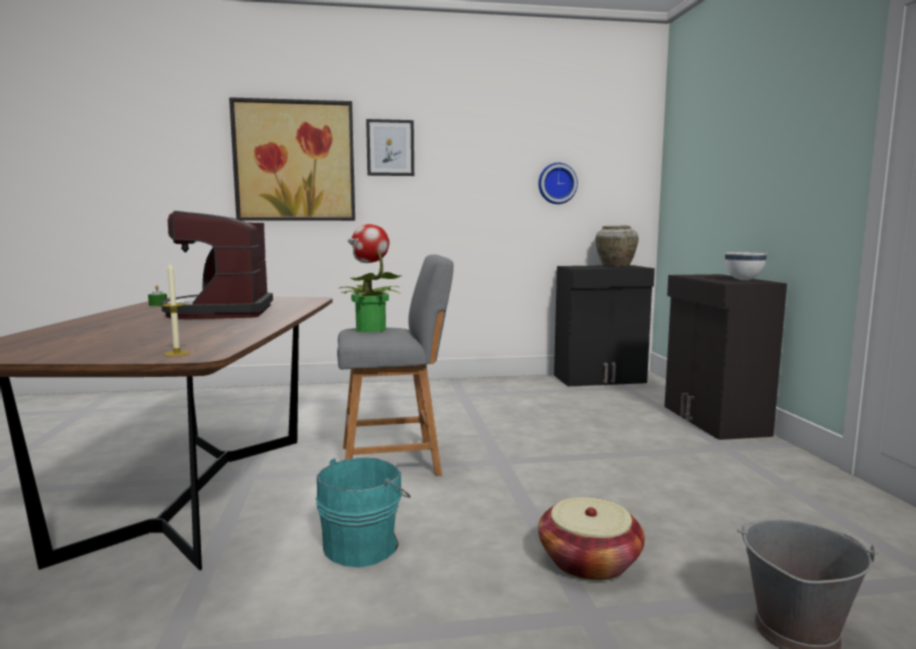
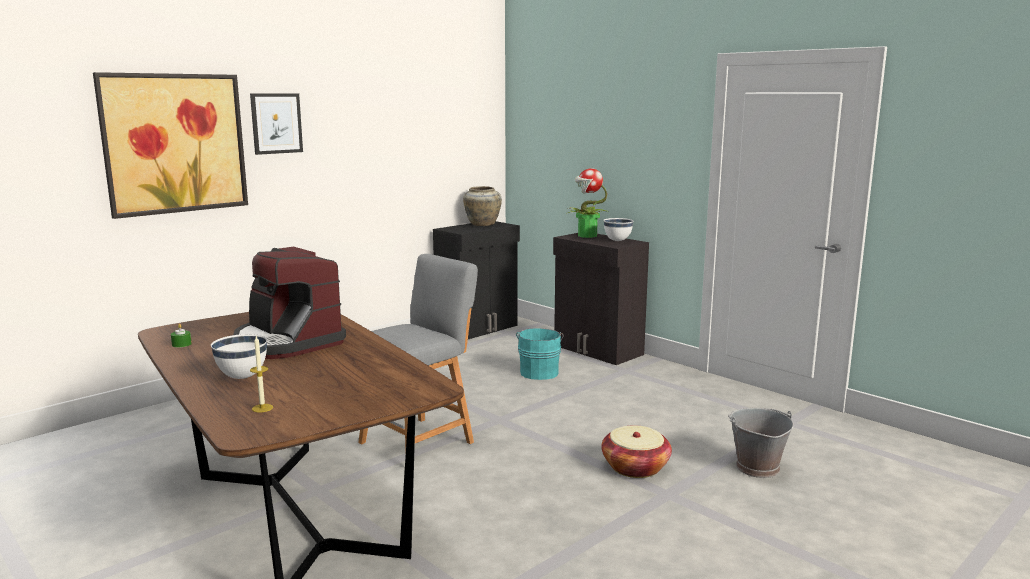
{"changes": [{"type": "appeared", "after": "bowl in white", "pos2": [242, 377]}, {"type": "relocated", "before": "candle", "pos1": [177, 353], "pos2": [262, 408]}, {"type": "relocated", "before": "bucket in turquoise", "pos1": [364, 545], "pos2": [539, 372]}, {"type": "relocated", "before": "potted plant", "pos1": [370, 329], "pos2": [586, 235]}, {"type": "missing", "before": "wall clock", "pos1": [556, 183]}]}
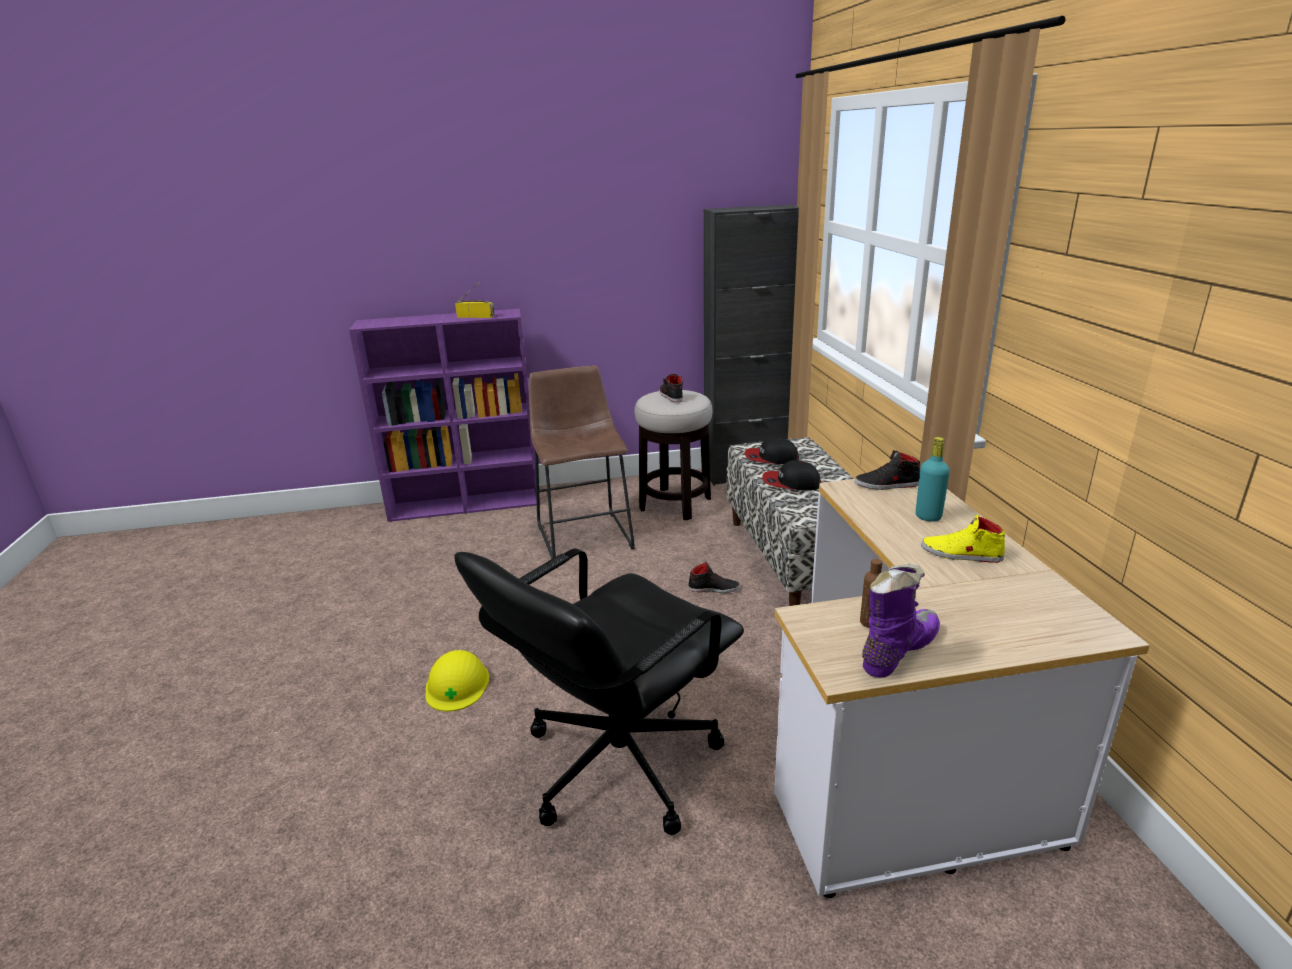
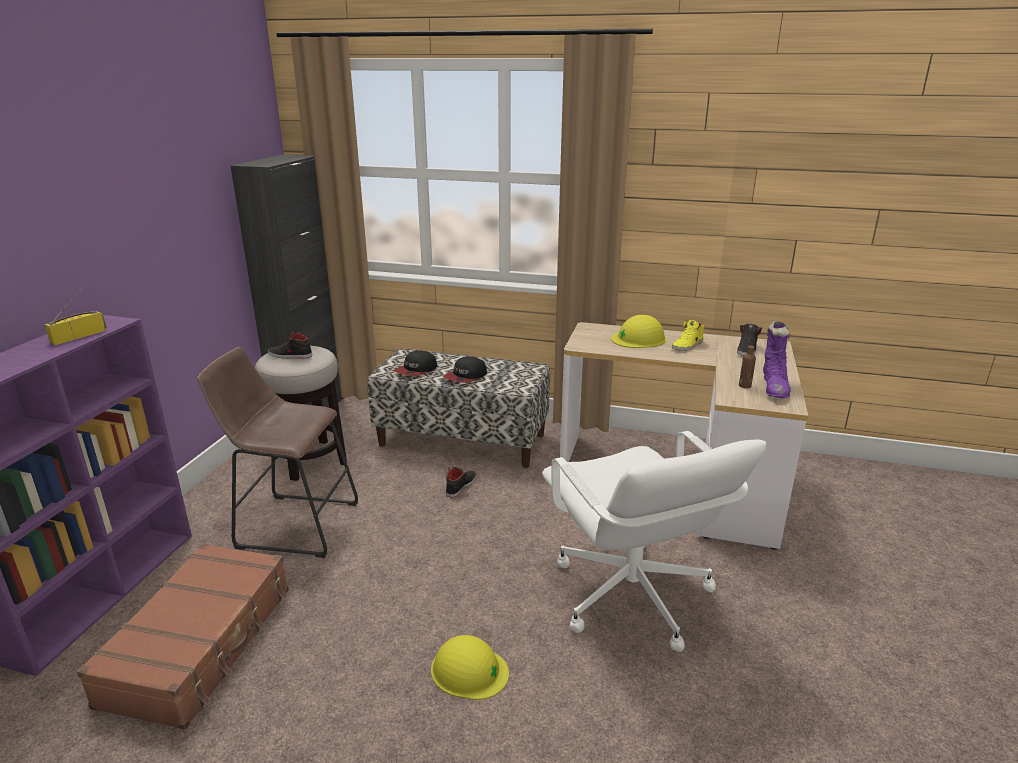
{"changes": [{"type": "appeared", "after": "suitcase in brown", "pos2": [201, 644]}, {"type": "colour", "before": "office chair in black", "after": "office chair in white", "pos1": [617, 762], "pos2": [631, 596]}, {"type": "exchanged", "before": "bottle in turquoise", "after": "hard hat in yellow", "pos1": [928, 517], "pos2": [639, 339]}, {"type": "relocated", "before": "shoe in black", "pos1": [887, 484], "pos2": [747, 350]}, {"type": "spun", "before": "boot in purple", "pos1": [897, 650], "pos2": [774, 388], "turn": -150}]}
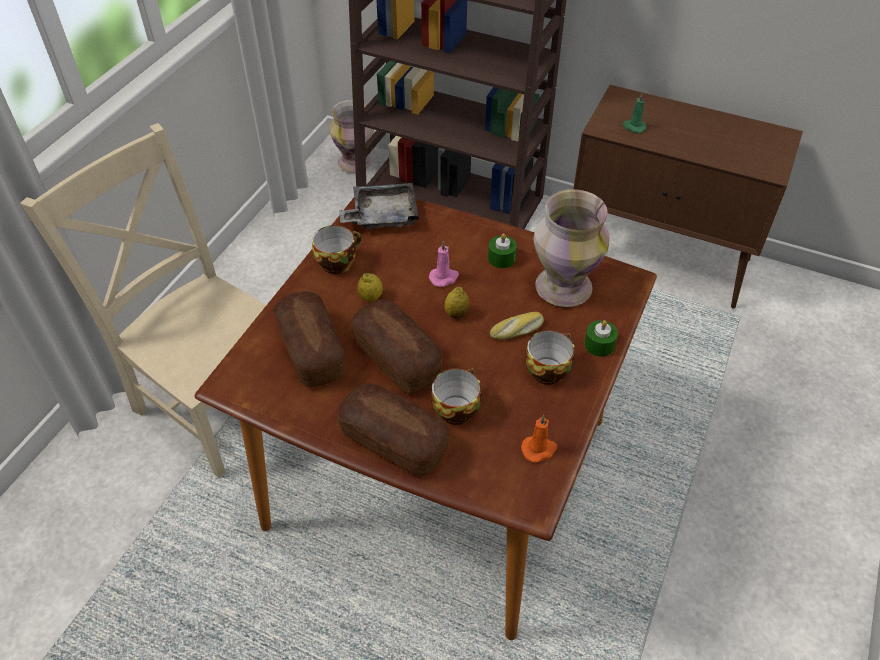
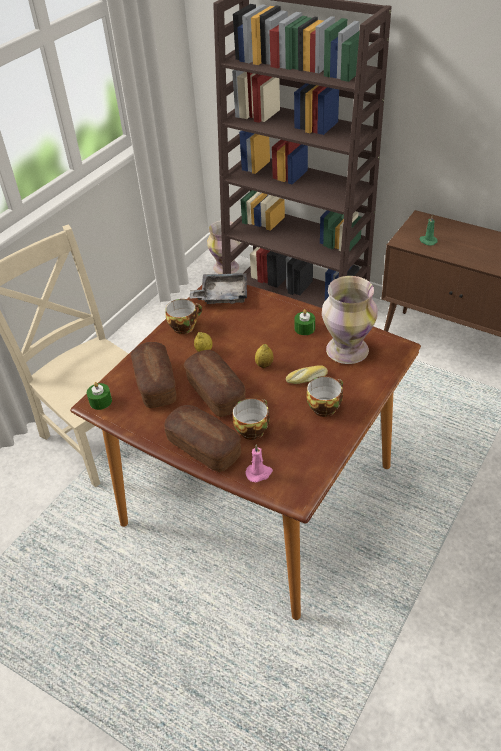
{"changes": [{"type": "relocated", "before": "candle in green", "pos1": [599, 344], "pos2": [100, 401]}, {"type": "relocated", "before": "candle in pink", "pos1": [444, 277], "pos2": [259, 473]}, {"type": "missing", "before": "candle in orange", "pos1": [539, 449]}]}
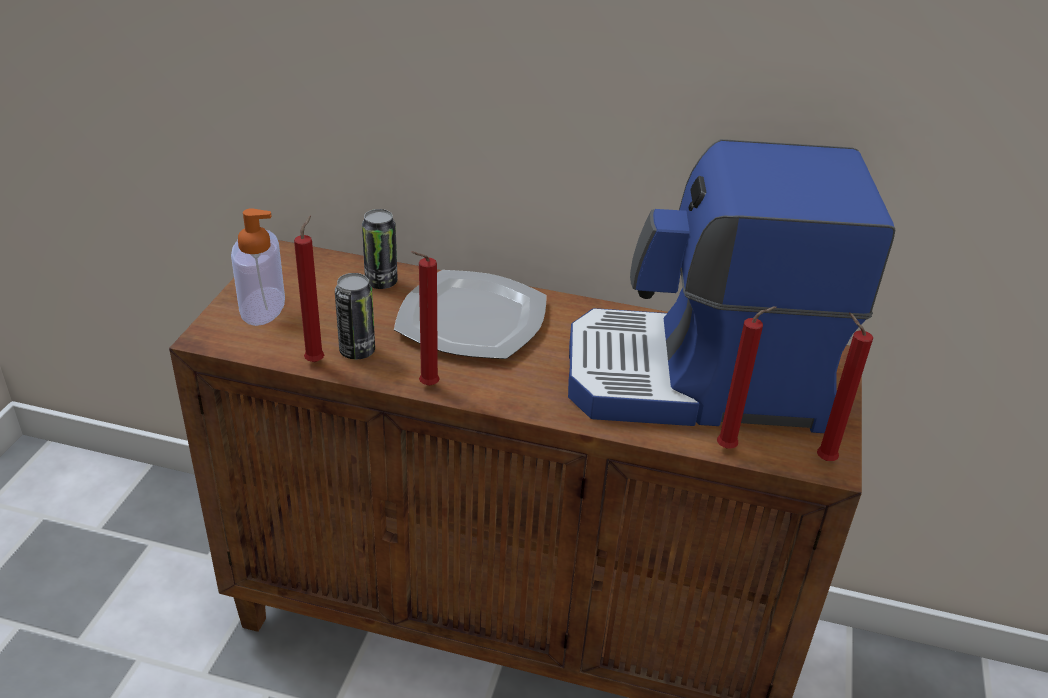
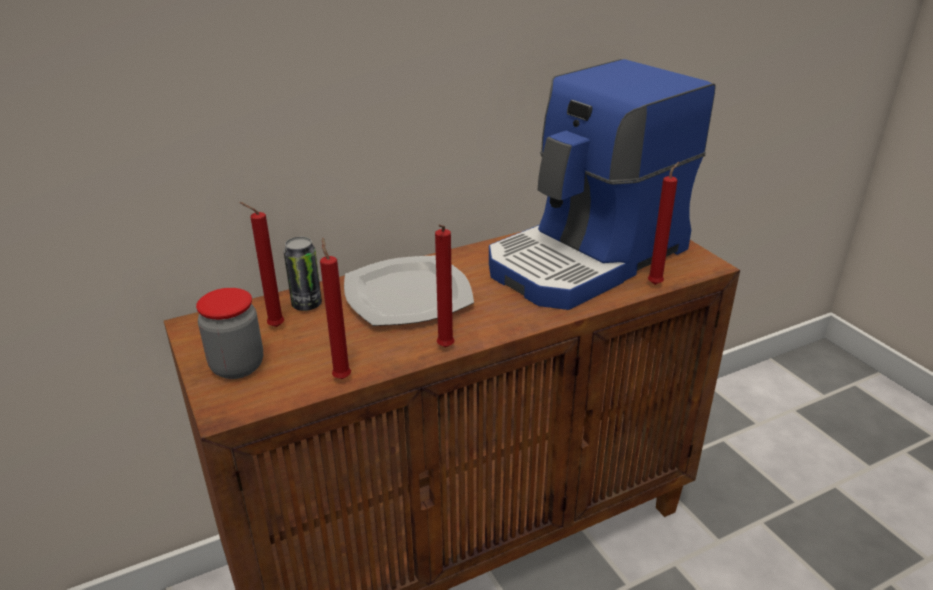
{"changes": [{"type": "exchanged", "before": "soap dispenser", "after": "jar", "pos1": [262, 306], "pos2": [237, 366]}, {"type": "relocated", "before": "candle in red", "pos1": [822, 458], "pos2": [273, 326]}, {"type": "missing", "before": "can", "pos1": [357, 351]}]}
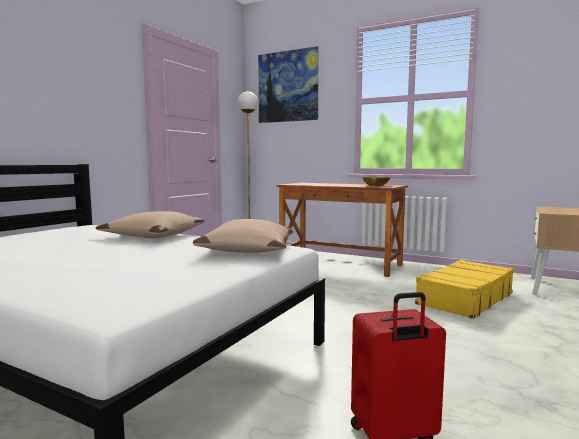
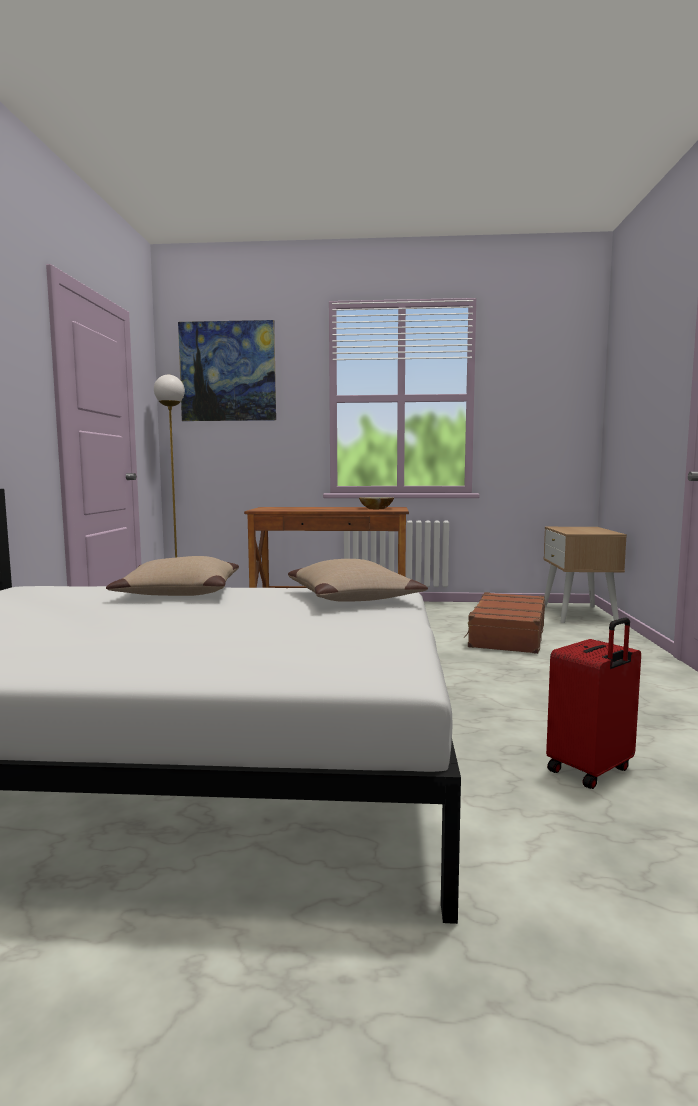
{"changes": [{"type": "colour", "before": "suitcase in yellow", "after": "suitcase in brown", "pos1": [464, 299], "pos2": [507, 635]}]}
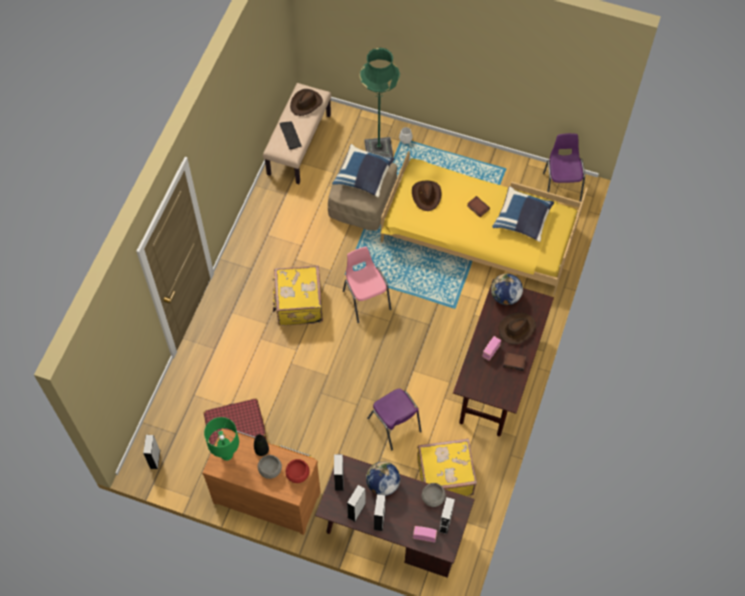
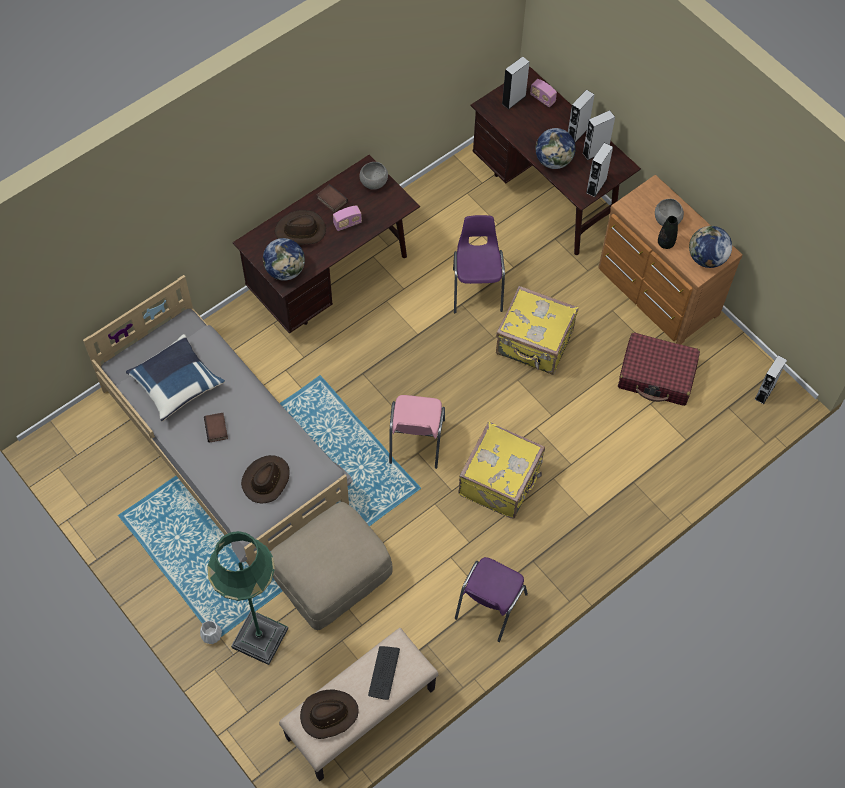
{"changes": [{"type": "colour", "before": "bed in yellow", "after": "bed in grey", "pos1": [477, 235], "pos2": [225, 447]}, {"type": "relocated", "before": "bowl in grey", "pos1": [433, 498], "pos2": [373, 182]}, {"type": "relocated", "before": "chair in purple", "pos1": [561, 187], "pos2": [489, 607]}, {"type": "relocated", "before": "suitcase in yellow", "pos1": [444, 475], "pos2": [534, 344]}, {"type": "exchanged", "before": "table lamp in green", "after": "globe", "pos1": [226, 454], "pos2": [706, 258]}, {"type": "missing", "before": "bowl in red", "pos1": [298, 474]}, {"type": "missing", "before": "pillow in blue", "pos1": [364, 177]}]}
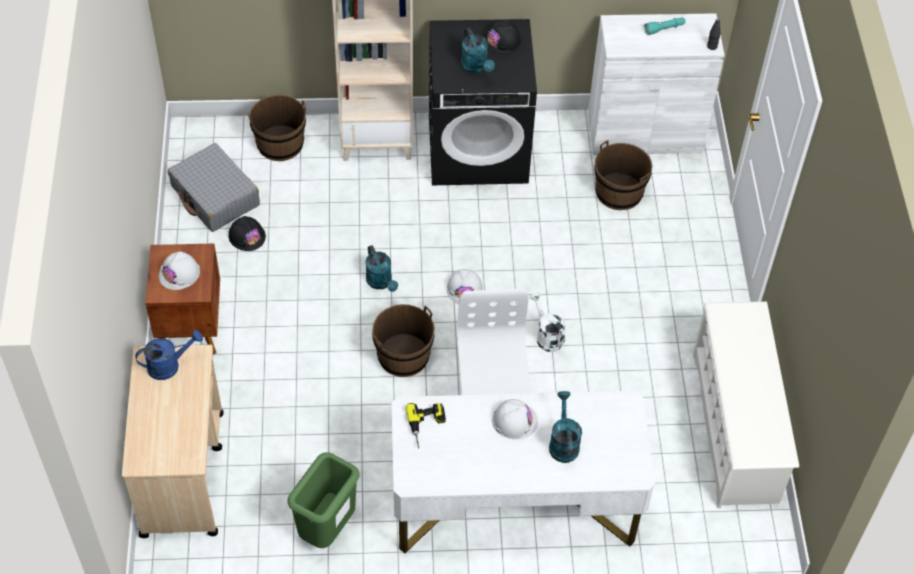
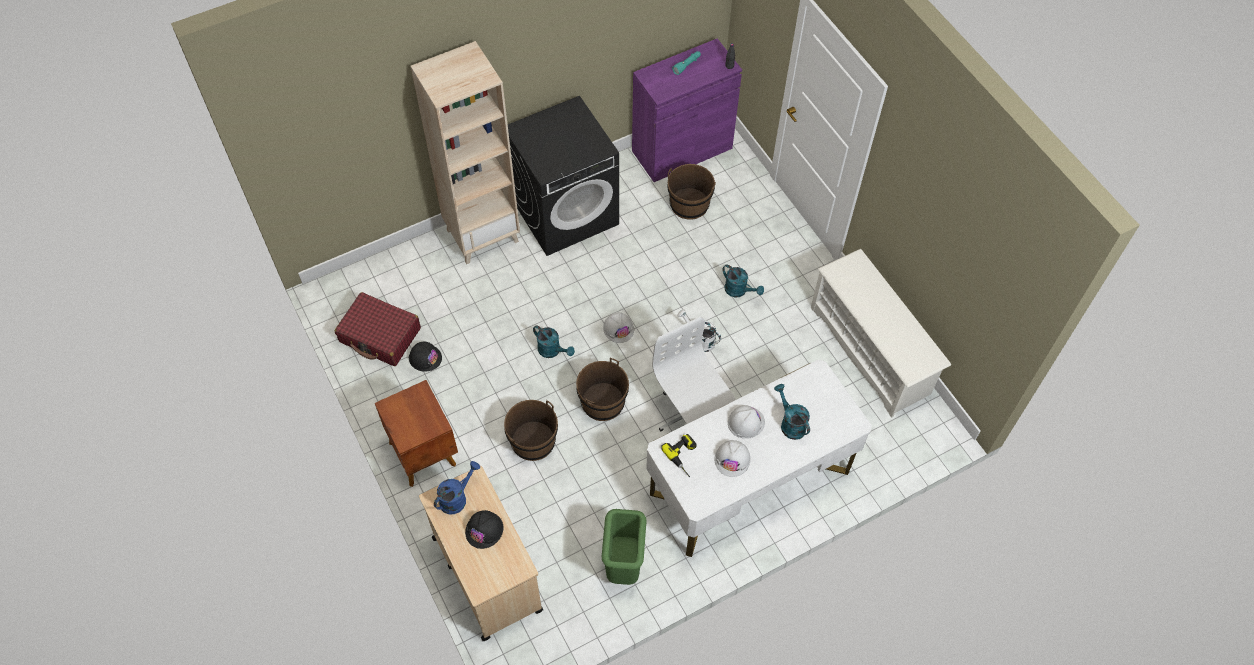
{"changes": [{"type": "colour", "before": "suitcase in grey", "after": "suitcase in red", "pos1": [215, 196], "pos2": [380, 335]}, {"type": "relocated", "before": "hard hat in black", "pos1": [502, 41], "pos2": [484, 530]}, {"type": "relocated", "before": "bucket in brown", "pos1": [280, 144], "pos2": [533, 441]}, {"type": "colour", "before": "cabinet in white", "after": "cabinet in purple", "pos1": [644, 133], "pos2": [682, 149]}, {"type": "relocated", "before": "hard hat in white", "pos1": [179, 273], "pos2": [732, 459]}, {"type": "relocated", "before": "watering can in turquoise", "pos1": [476, 68], "pos2": [739, 291]}]}
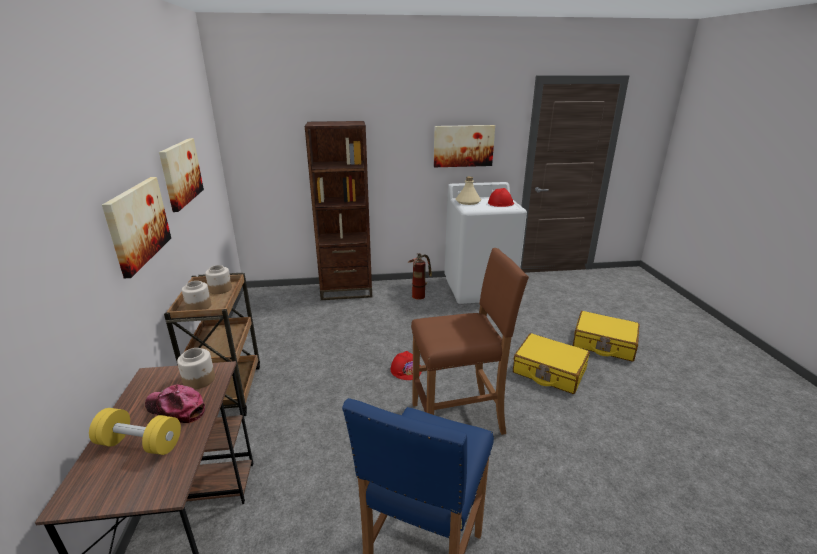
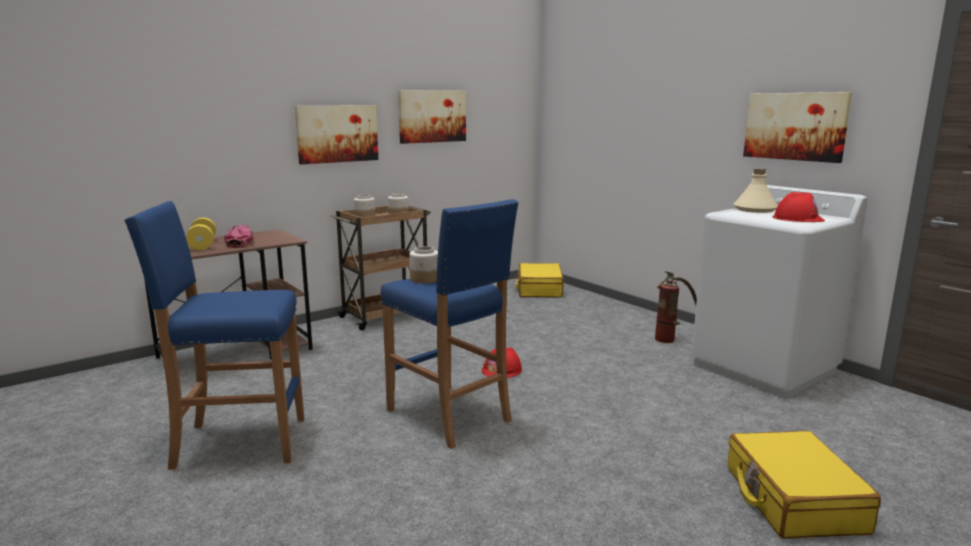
{"changes": [{"type": "colour", "before": "stool in brown", "after": "stool in blue", "pos1": [458, 419], "pos2": [449, 416]}, {"type": "relocated", "before": "jar", "pos1": [199, 380], "pos2": [425, 279]}, {"type": "relocated", "before": "suitcase in yellow", "pos1": [549, 371], "pos2": [539, 289]}, {"type": "missing", "before": "bookcase in brown", "pos1": [346, 291]}]}
